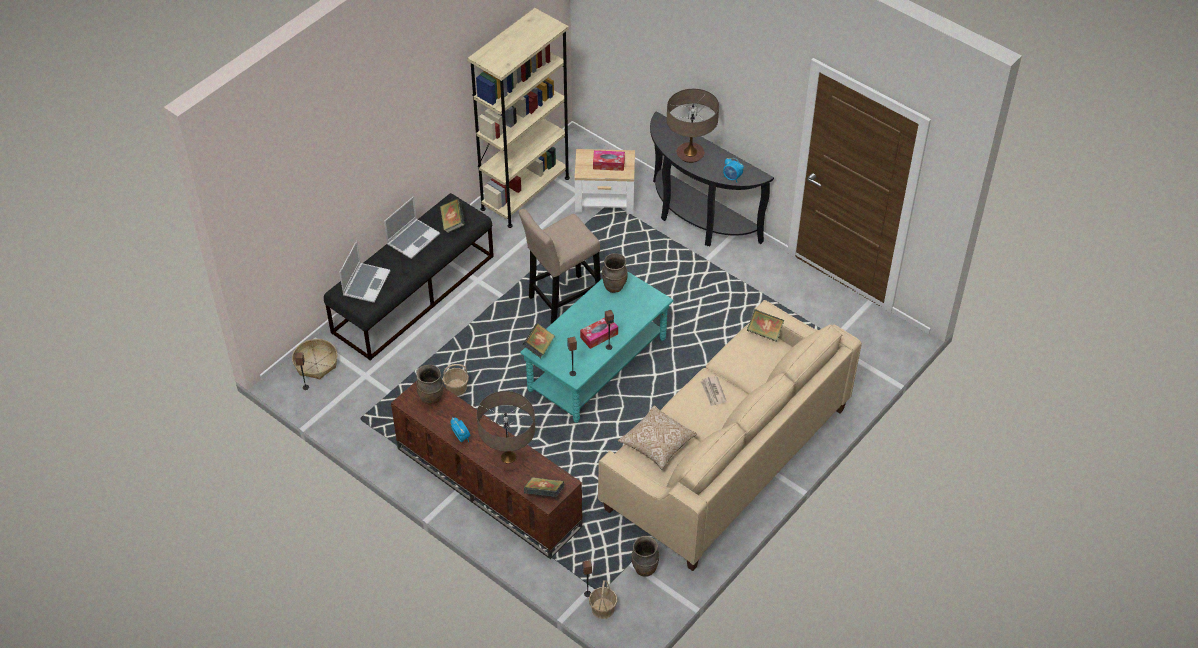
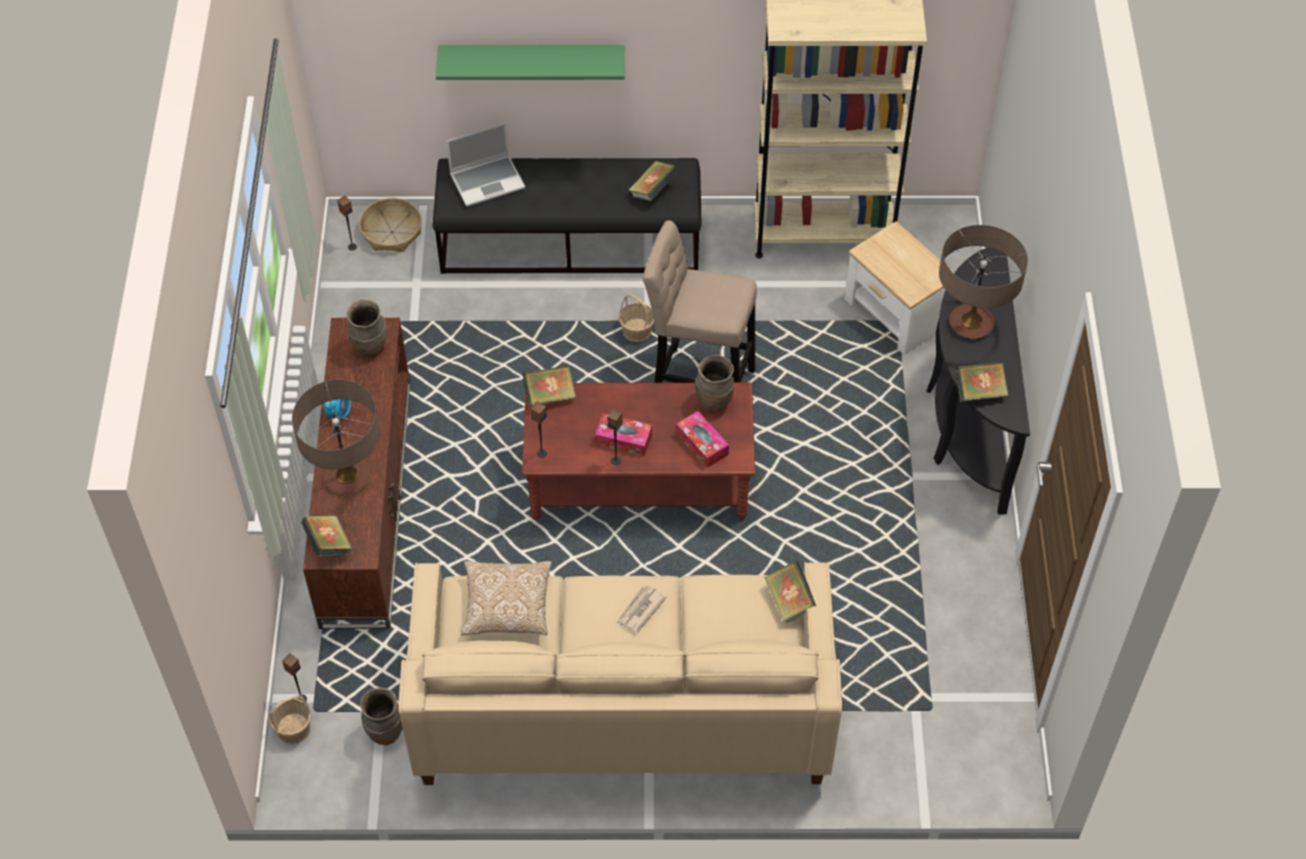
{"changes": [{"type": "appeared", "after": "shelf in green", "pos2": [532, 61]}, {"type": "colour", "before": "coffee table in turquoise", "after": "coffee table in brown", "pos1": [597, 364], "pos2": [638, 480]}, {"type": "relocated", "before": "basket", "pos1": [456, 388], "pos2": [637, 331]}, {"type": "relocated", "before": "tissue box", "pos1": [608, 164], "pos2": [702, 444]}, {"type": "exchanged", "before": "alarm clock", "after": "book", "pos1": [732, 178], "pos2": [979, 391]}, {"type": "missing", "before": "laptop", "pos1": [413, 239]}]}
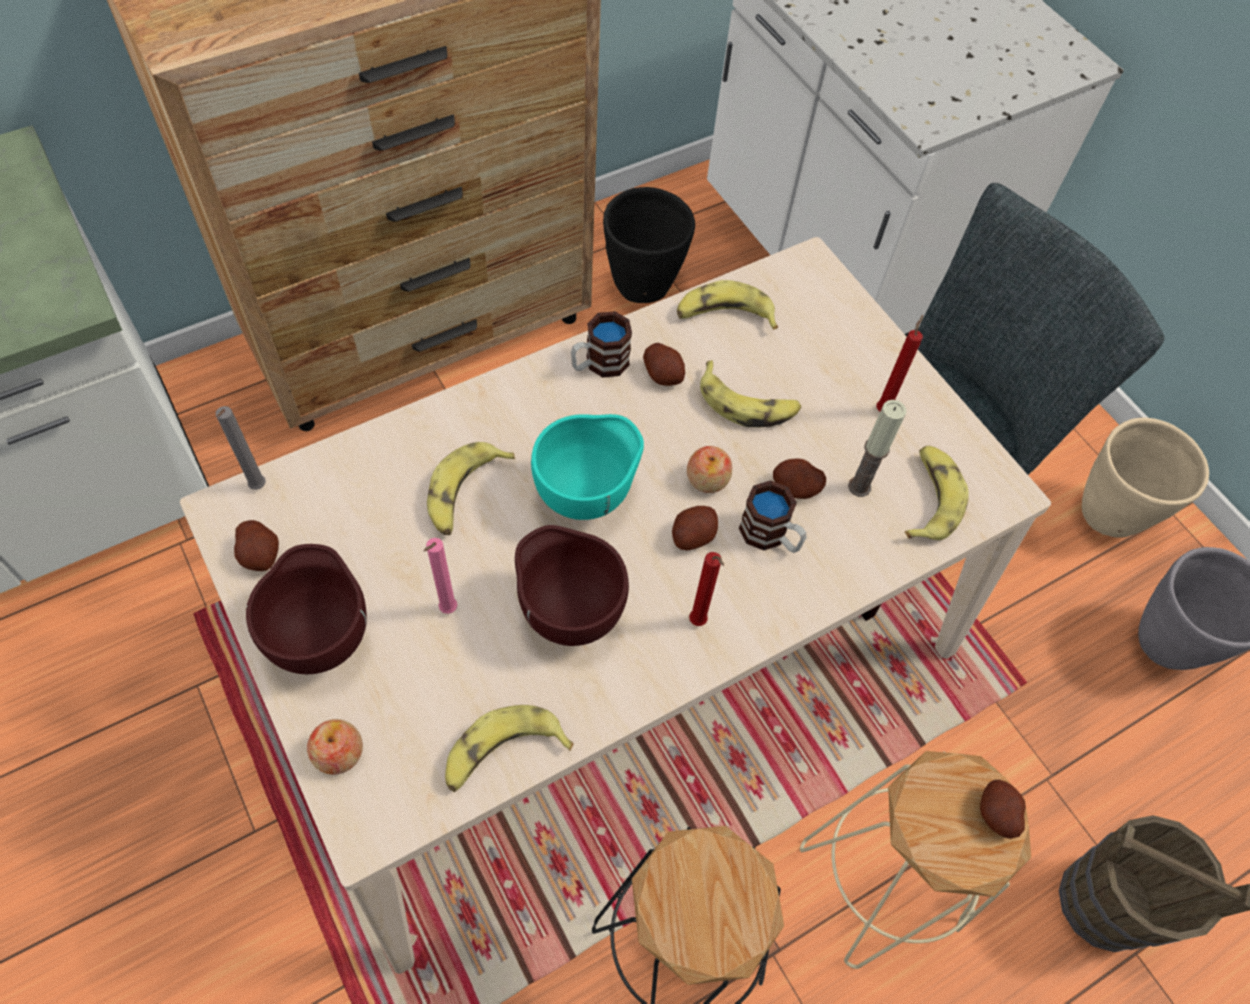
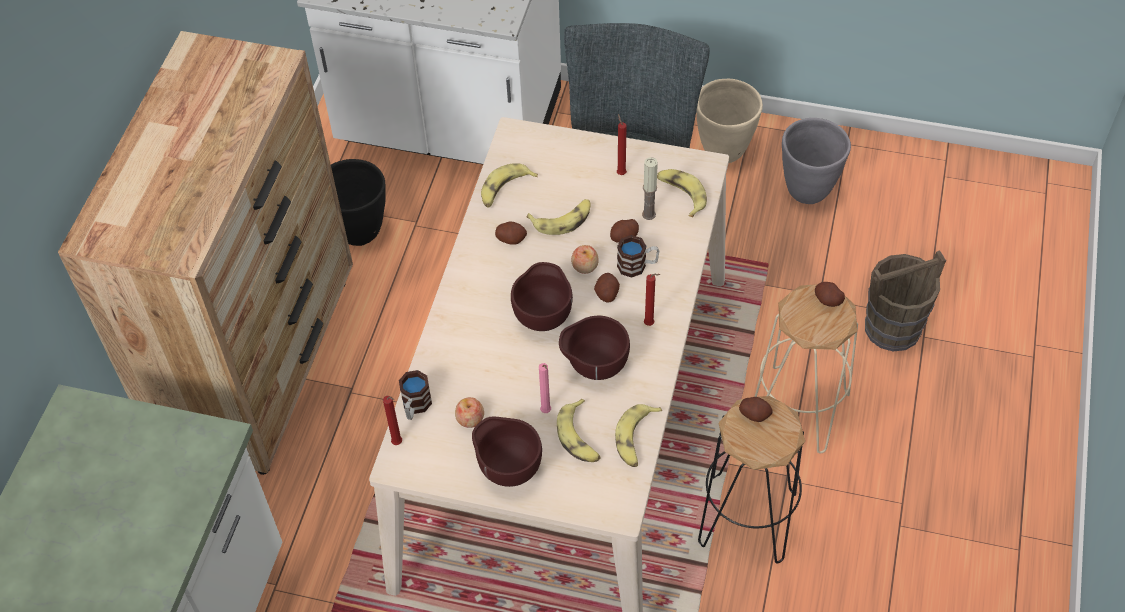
{"changes": [{"type": "colour", "before": "candle in grey", "after": "candle in red", "pos1": [258, 488], "pos2": [398, 444]}, {"type": "relocated", "before": "mug", "pos1": [599, 364], "pos2": [415, 407]}, {"type": "relocated", "before": "apple", "pos1": [339, 753], "pos2": [470, 419]}, {"type": "colour", "before": "bowl in turquoise", "after": "bowl in brown", "pos1": [587, 494], "pos2": [543, 316]}, {"type": "relocated", "before": "banana", "pos1": [465, 493], "pos2": [579, 437]}, {"type": "relocated", "before": "potato", "pos1": [260, 554], "pos2": [755, 414]}]}
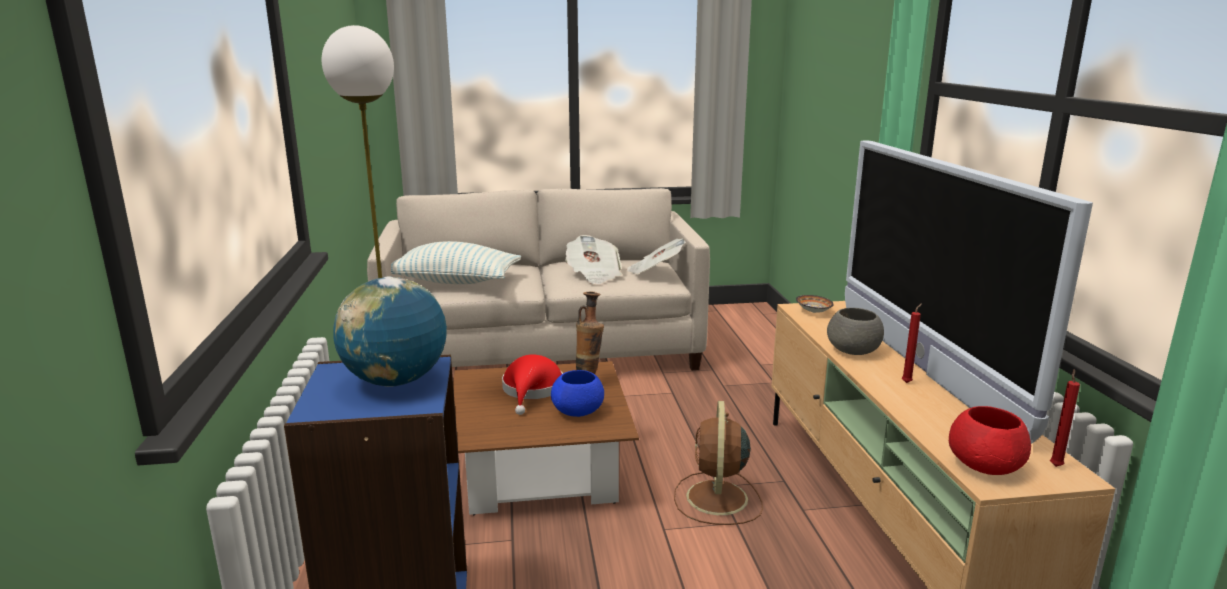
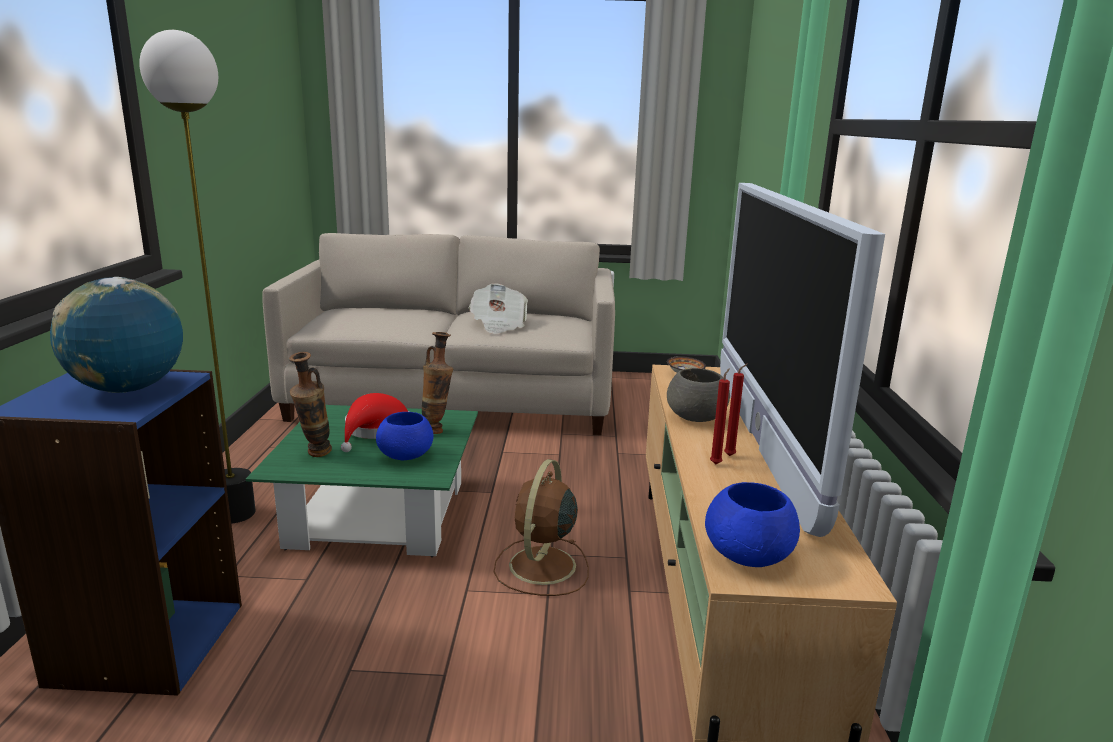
{"changes": [{"type": "colour", "before": "coffee table in brown", "after": "coffee table in green", "pos1": [540, 469], "pos2": [378, 514]}, {"type": "appeared", "after": "vase", "pos2": [314, 455]}, {"type": "colour", "before": "bowl in red", "after": "bowl in blue", "pos1": [985, 465], "pos2": [749, 555]}, {"type": "relocated", "before": "candle in red", "pos1": [1056, 465], "pos2": [716, 463]}, {"type": "missing", "before": "pillow", "pos1": [454, 282]}, {"type": "missing", "before": "newspaper", "pos1": [655, 272]}]}
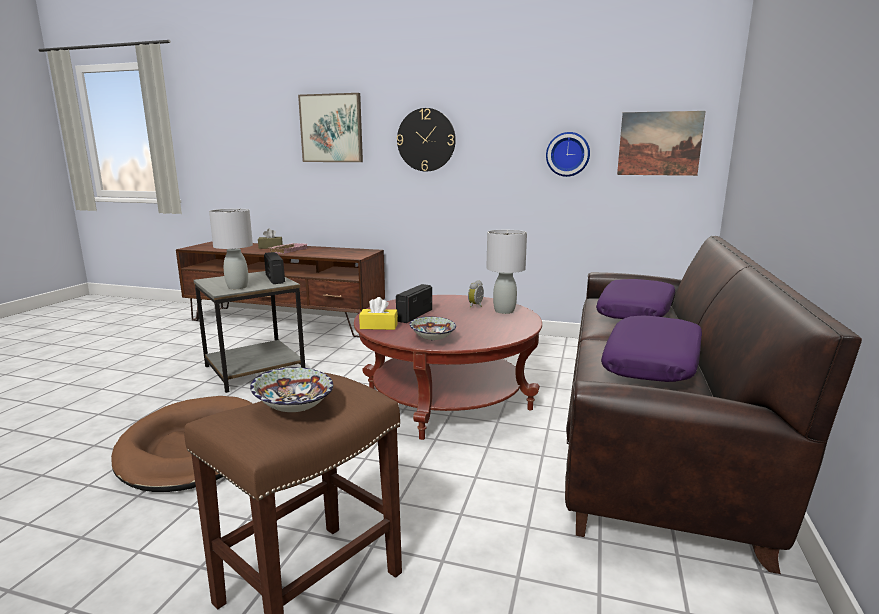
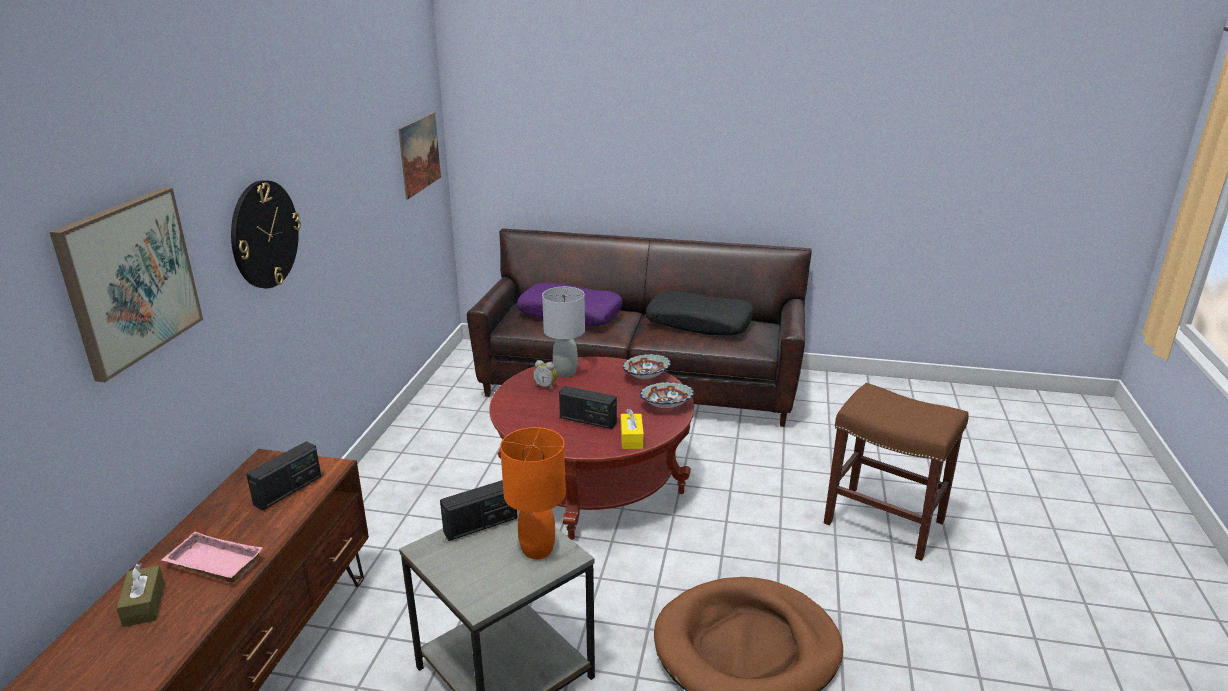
{"changes": [{"type": "appeared", "after": "radio", "pos2": [288, 490]}, {"type": "colour", "before": "table lamp in grey", "after": "table lamp in orange", "pos1": [237, 287], "pos2": [538, 549]}, {"type": "relocated", "before": "bowl", "pos1": [293, 409], "pos2": [647, 377]}, {"type": "colour", "before": "pillow in purple", "after": "pillow in black", "pos1": [653, 362], "pos2": [699, 323]}, {"type": "missing", "before": "wall clock", "pos1": [568, 154]}]}
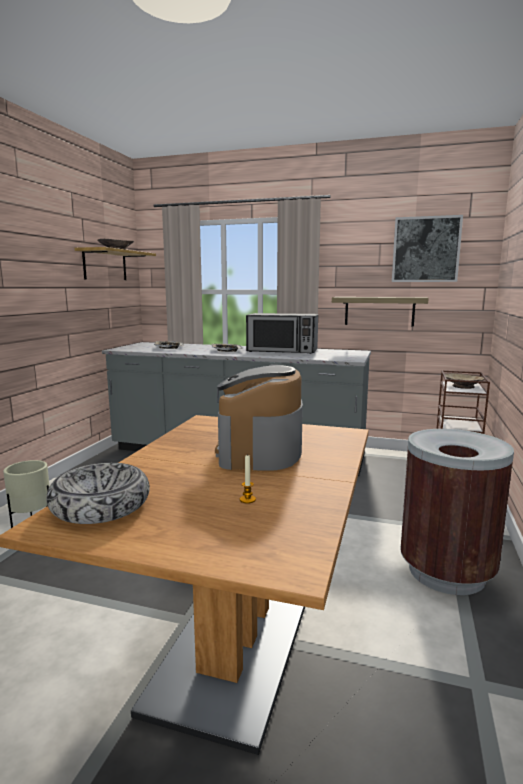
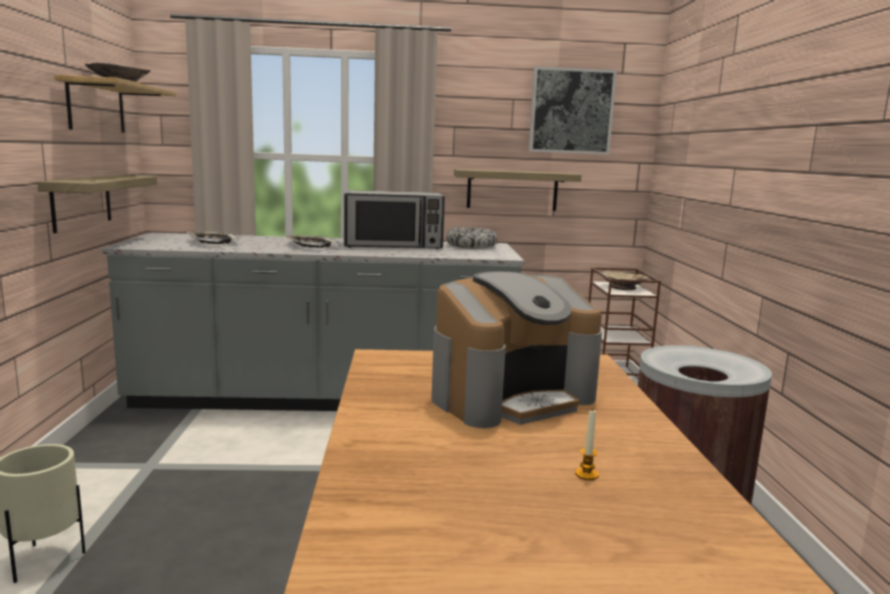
{"changes": [{"type": "appeared", "after": "shelf", "pos2": [81, 202]}, {"type": "spun", "before": "coffee machine", "pos1": [259, 450], "pos2": [511, 396], "turn": -105}, {"type": "relocated", "before": "bowl", "pos1": [100, 506], "pos2": [471, 246]}]}
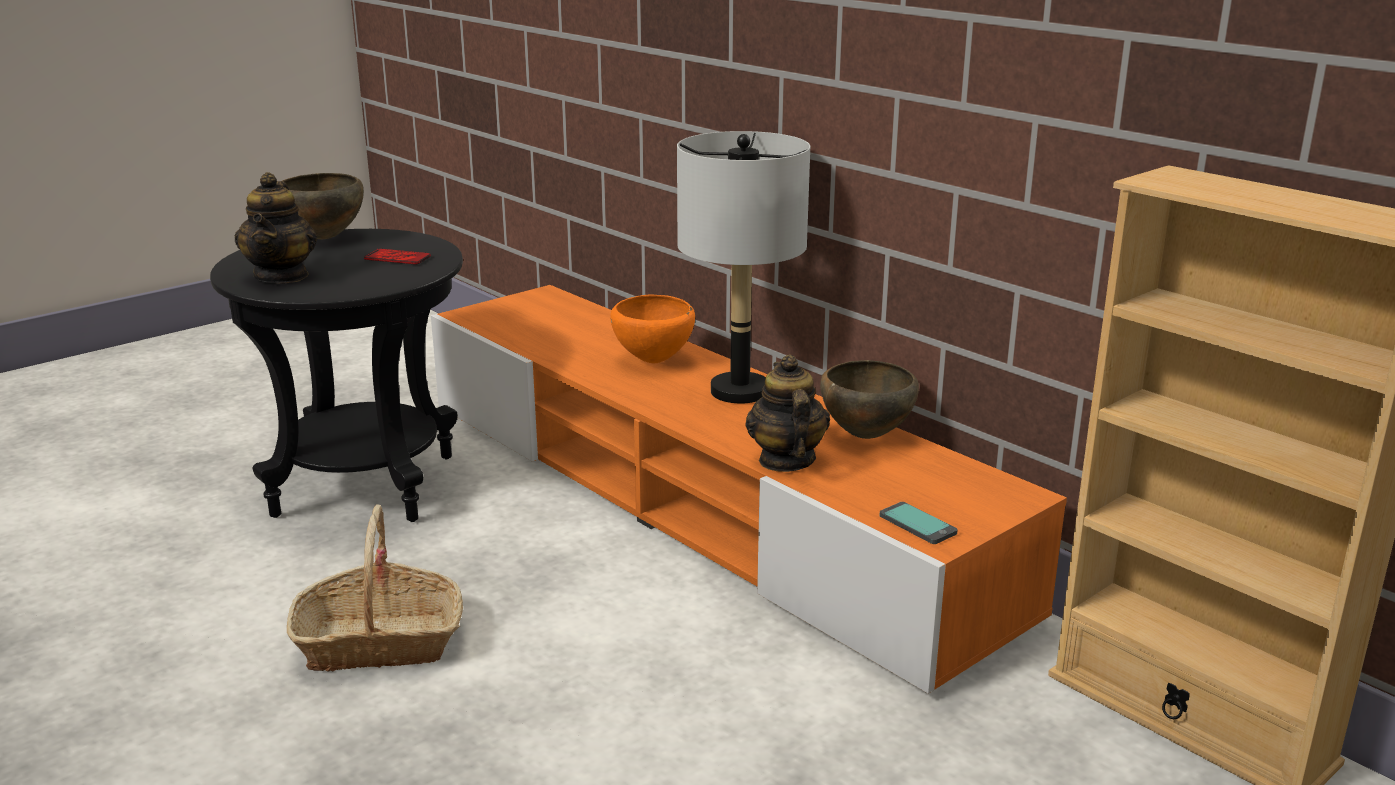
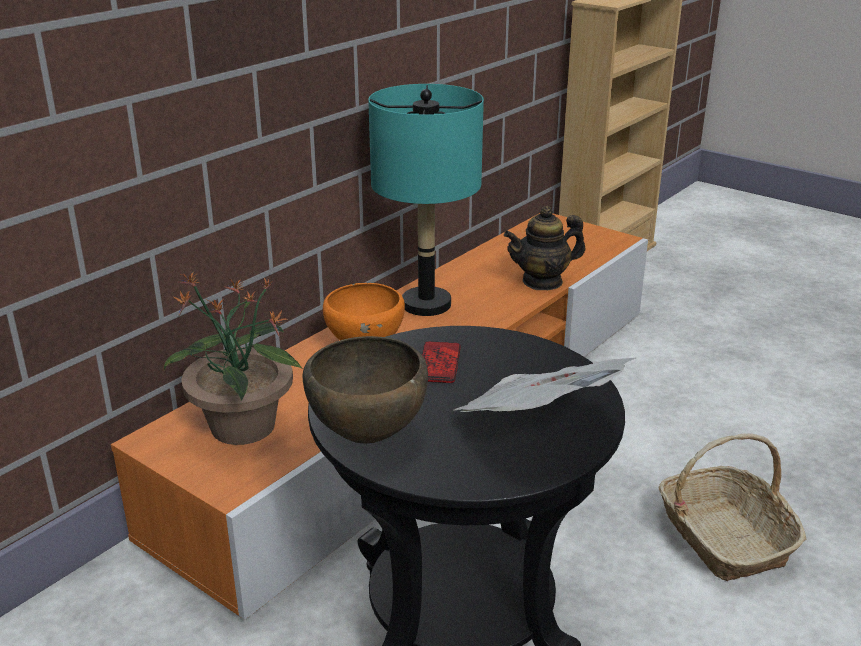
{"changes": [{"type": "appeared", "after": "potted plant", "pos2": [243, 428]}, {"type": "colour", "before": "table lamp in grey", "after": "table lamp in turquoise", "pos1": [740, 392], "pos2": [426, 304]}, {"type": "exchanged", "before": "teapot", "after": "newspaper", "pos1": [282, 276], "pos2": [539, 424]}, {"type": "missing", "before": "bowl in brown", "pos1": [865, 436]}, {"type": "missing", "before": "phone", "pos1": [918, 524]}]}
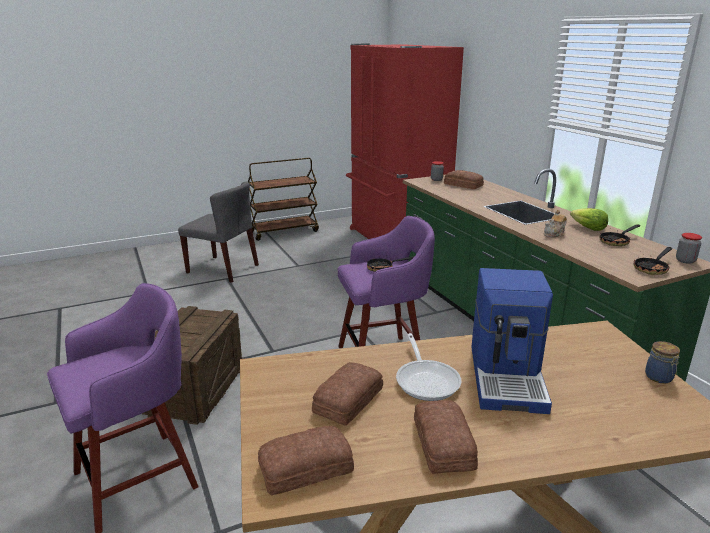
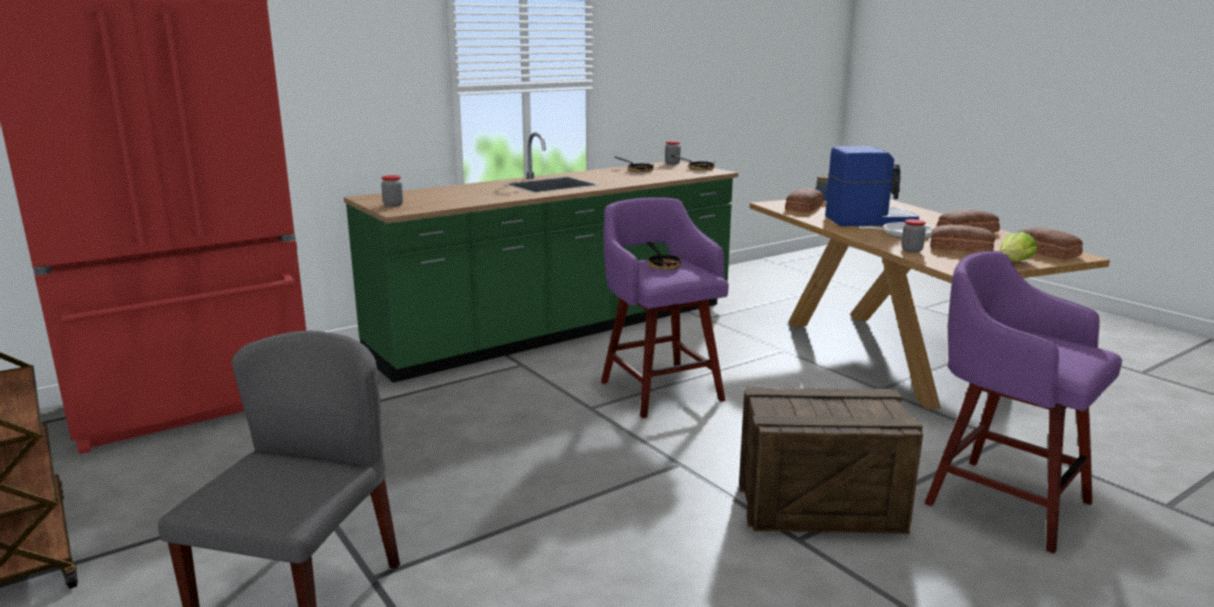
{"changes": [{"type": "relocated", "before": "bread", "pos1": [463, 185], "pos2": [805, 207]}, {"type": "appeared", "after": "jar", "pos2": [911, 250]}, {"type": "relocated", "before": "lettuce", "pos1": [587, 228], "pos2": [1014, 262]}, {"type": "missing", "before": "teapot", "pos1": [554, 234]}]}
